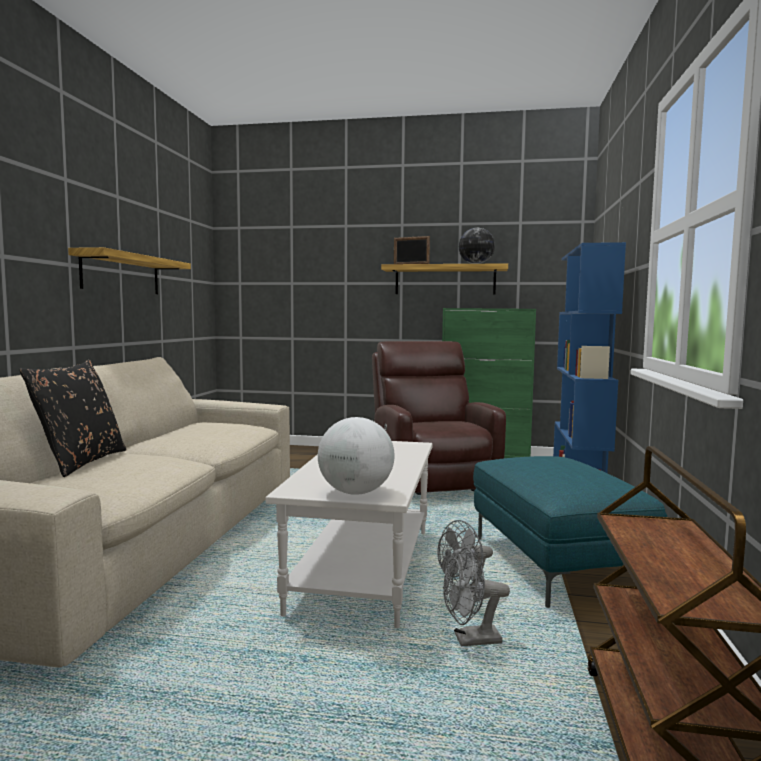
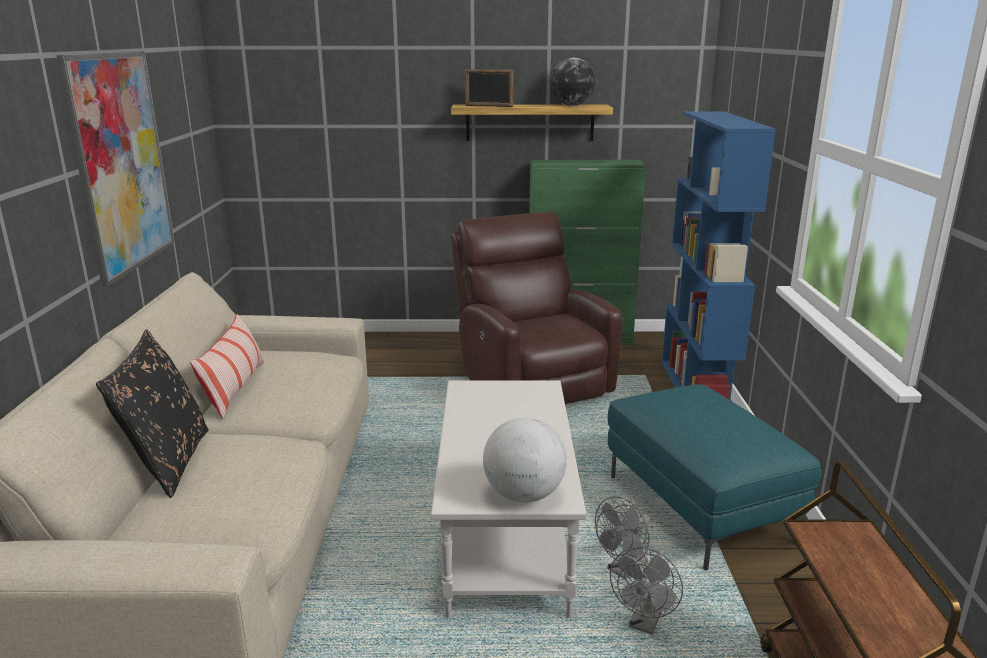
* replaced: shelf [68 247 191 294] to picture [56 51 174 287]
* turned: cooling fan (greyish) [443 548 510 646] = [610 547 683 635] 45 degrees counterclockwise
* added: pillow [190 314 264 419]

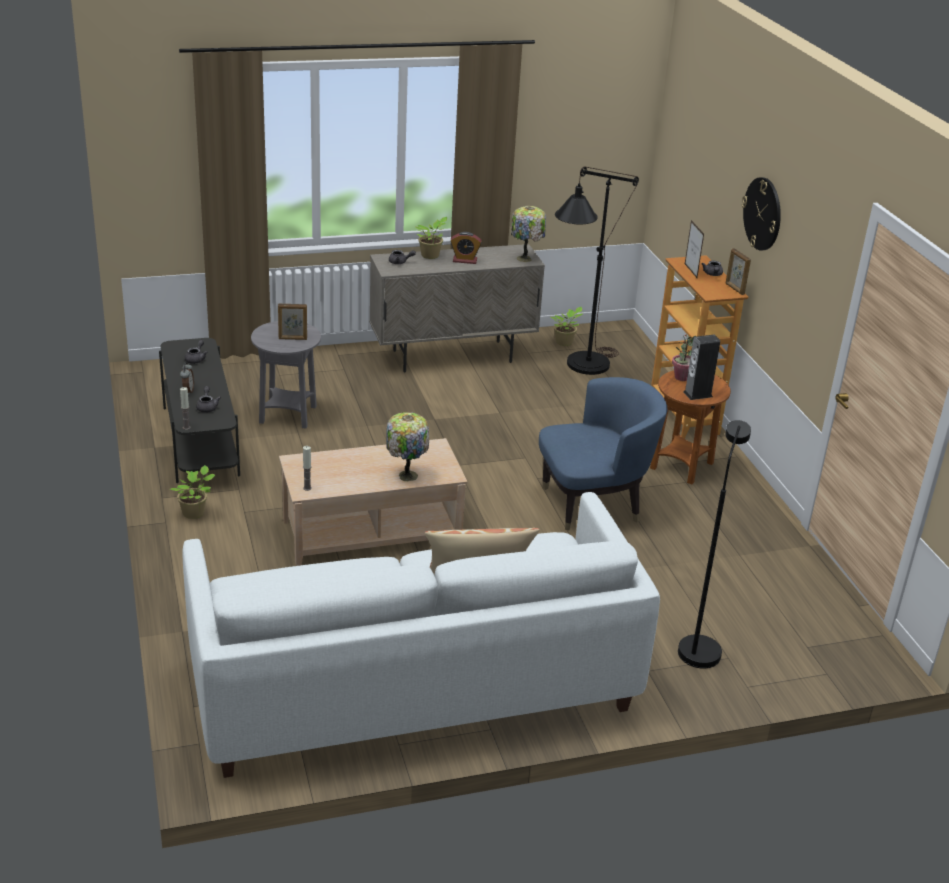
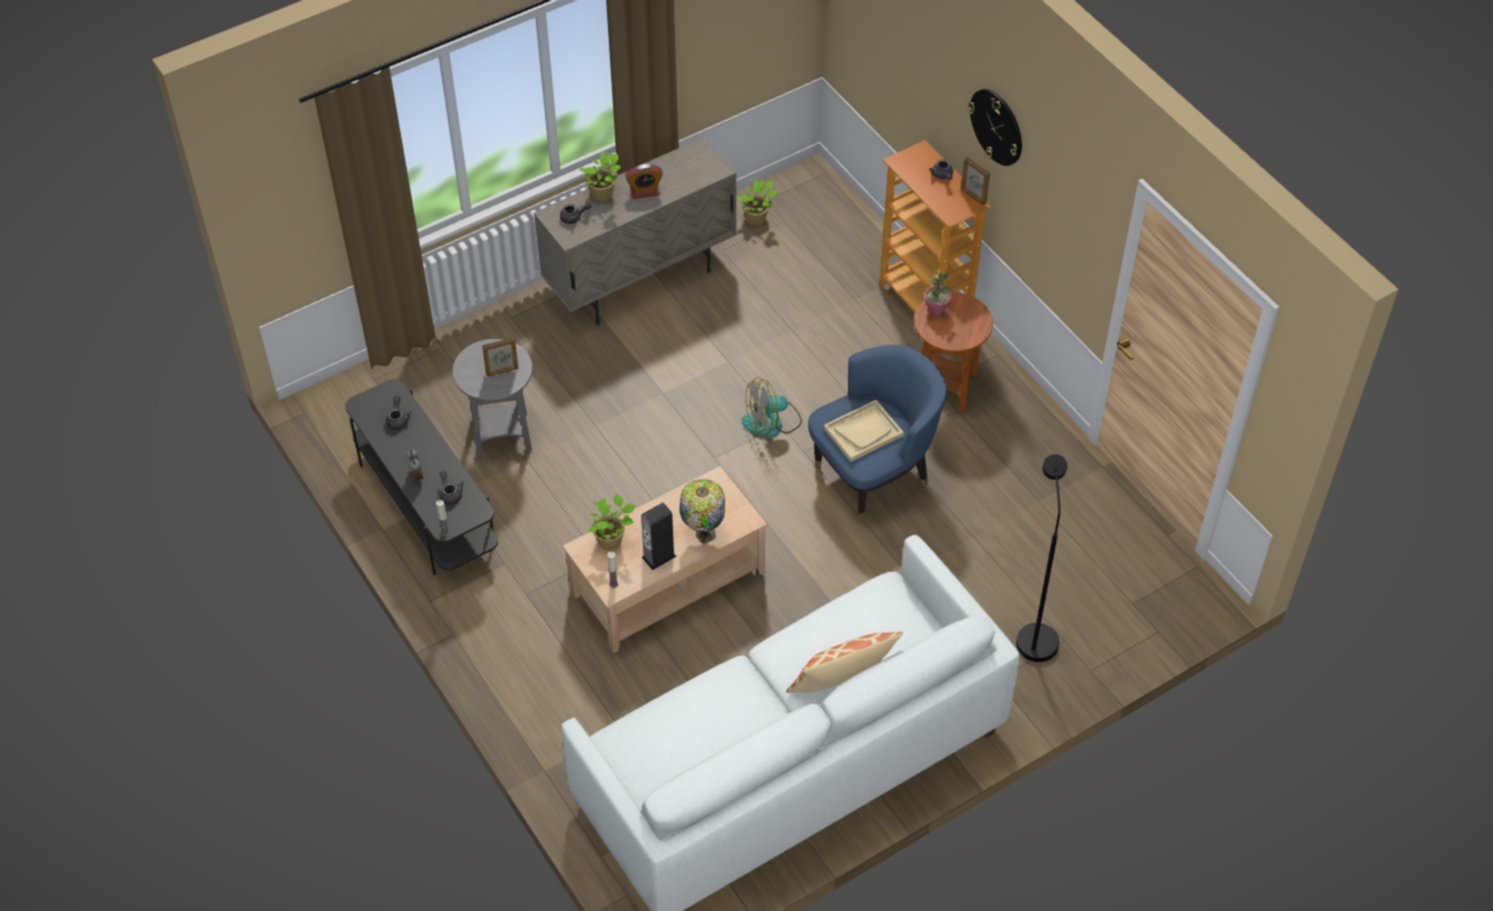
* removed: standing lamp (black-coloured) [555 167 639 375]
* removed: lamp for a table [511 206 546 262]
* removed: standing frame [685 220 704 278]
* moved: speaker [683 335 720 400] to [641 502 677 570]
* moved: houseplant [169 465 215 519] to [588 494 636 550]
* added: cooling fan [742 377 802 438]
* added: serving tray (sand-coloured) [824 400 904 462]

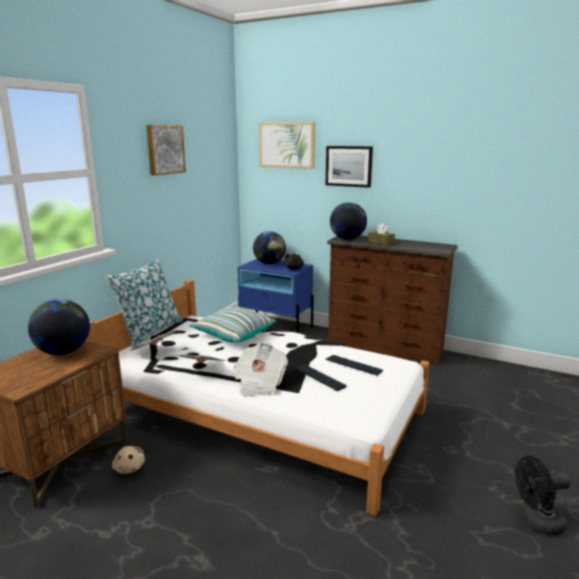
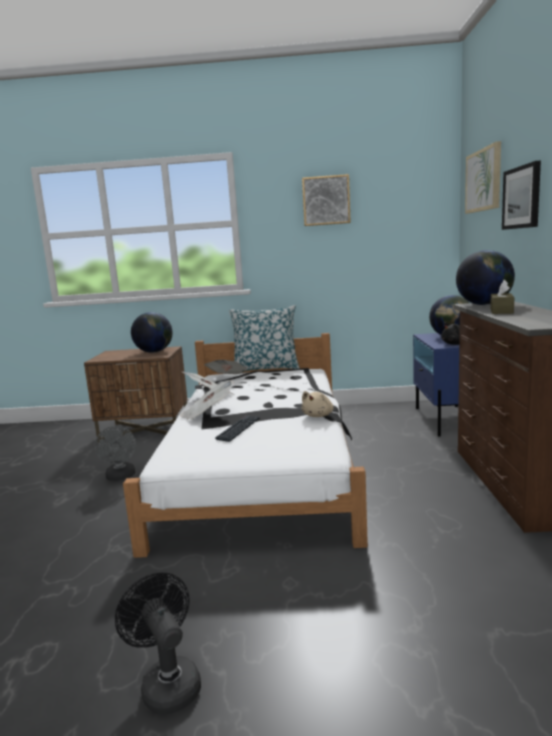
* removed: pillow [189 306 276 343]
* removed: keyboard [326 355 383 375]
* moved: soft toy (sand-coloured) [112 446 145 474] to [302 391 334 417]
* added: cooling fan (greyish) [95 426 136 481]

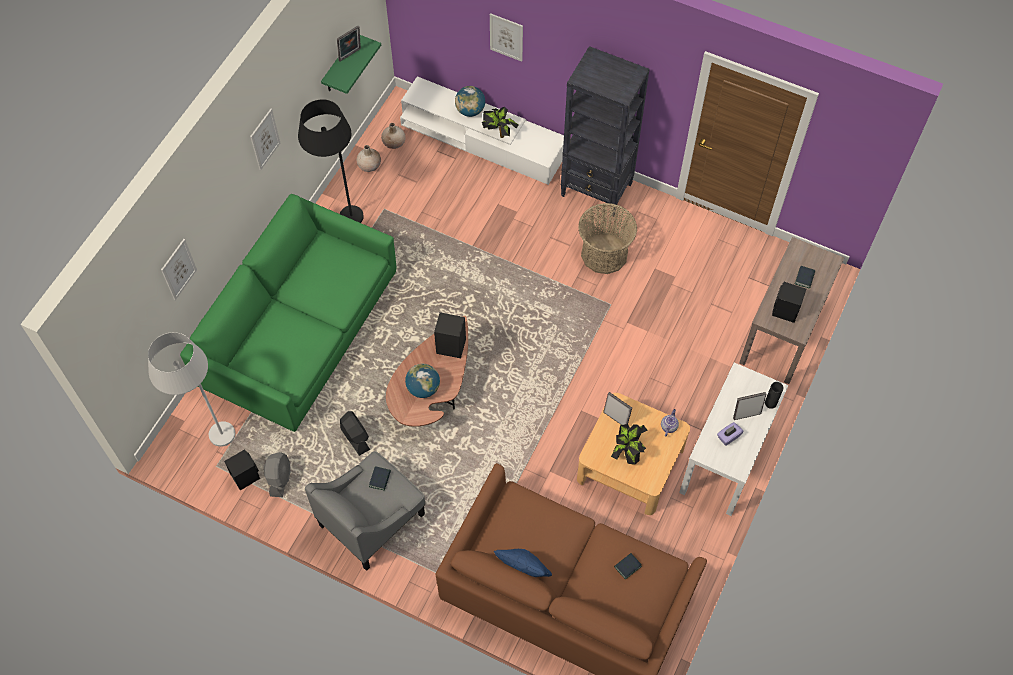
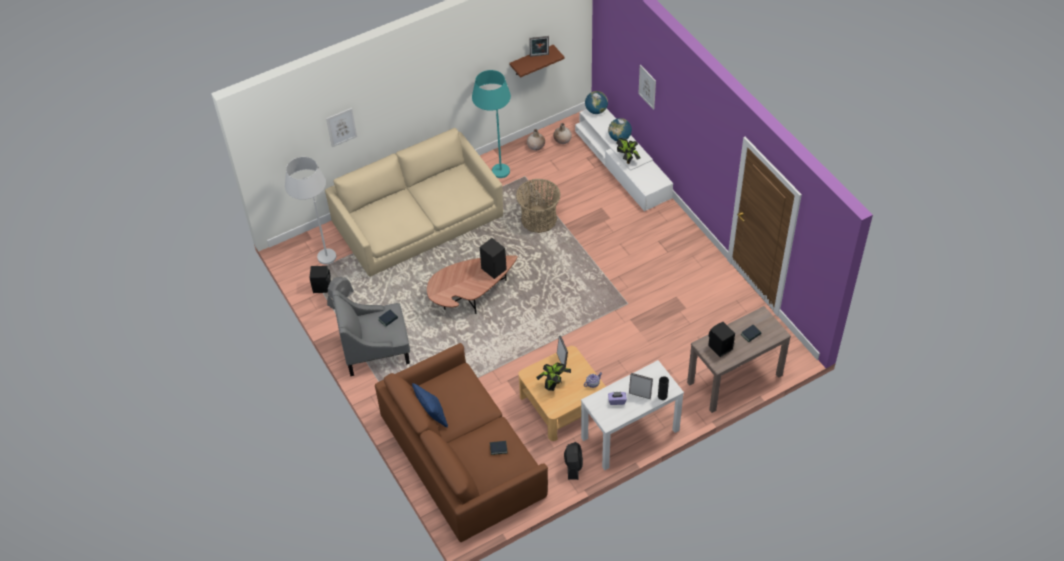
* recoloured: shelf (greenish) [321 35 381 94] to shelf (brown) [509 45 565 78]
* removed: bookshelf (black-coloured) [561 46 650 217]
* recoloured: standing lamp (black-coloured) [298 99 364 223] to standing lamp (turquoise-coloured) [472 70 511 178]
* removed: picture [250 109 280 170]
* recoloured: couch (greenish) [180 194 396 432] to couch (sand-coloured) [325 128 503 277]
* moved: basket [578 203 637 274] to [516 179 561 233]
* moved: world globe [405 364 440 398] to [585 91 608 114]
* moved: cooling fan (black-coloured) [340 411 370 456] to [564 442 583 480]

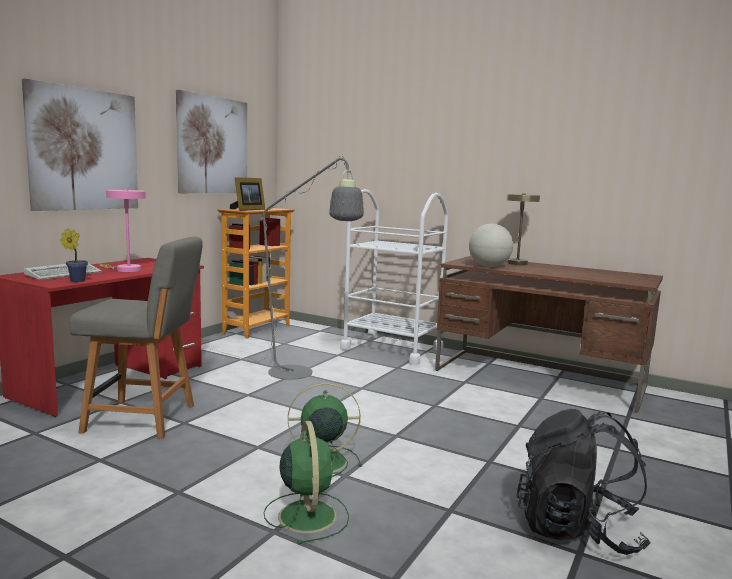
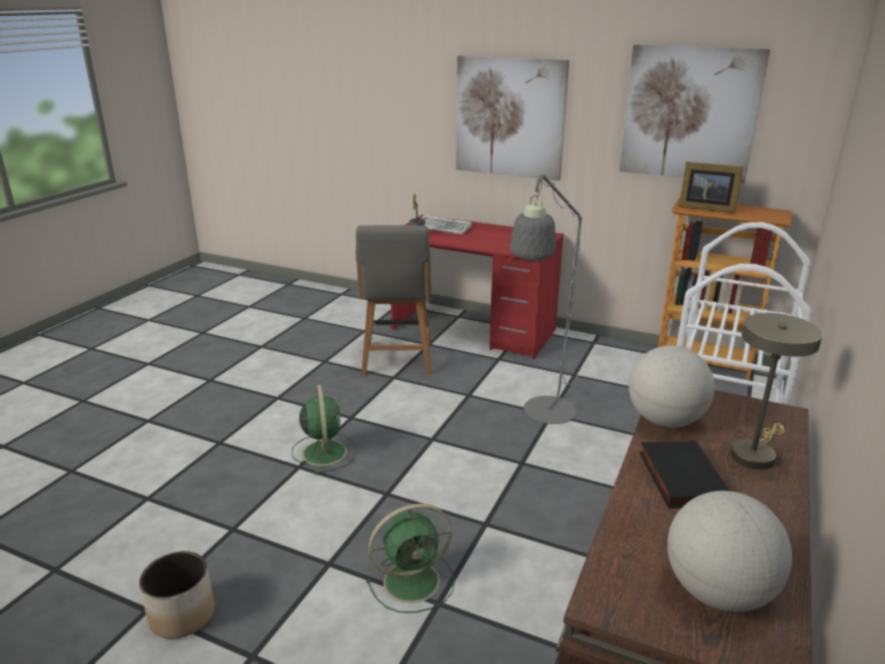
* removed: lamp for a table (pinkish) [99 189 146 272]
* replaced: knapsack (black-coloured) [516 409 651 555] to flower pot [139 551 215 639]
* moved: cooling fan (greenish) [264 421 349 545] to [366 504 455 613]
* added: book (black-coloured) [639 440 730 508]
* added: world globe [667 491 792 612]

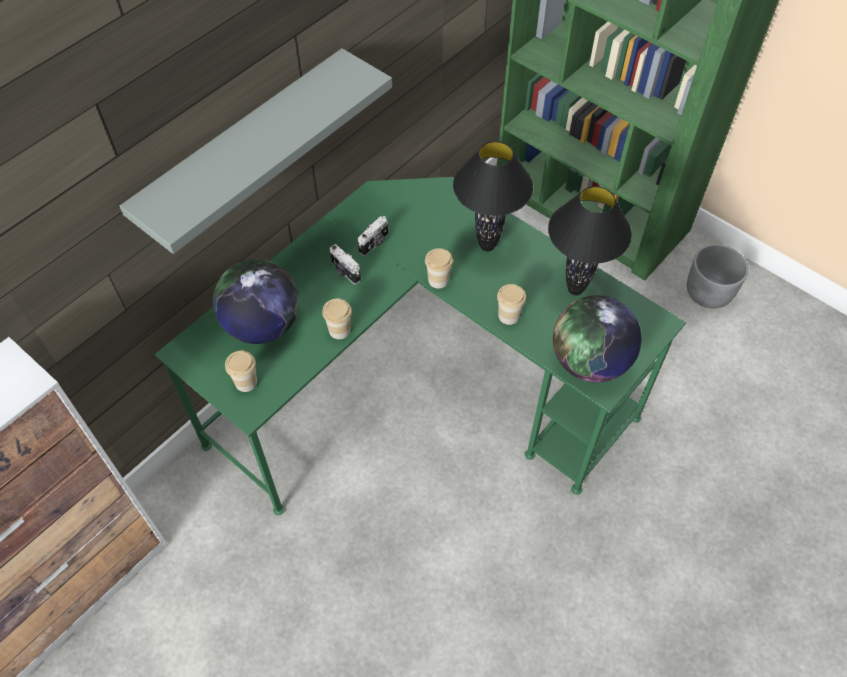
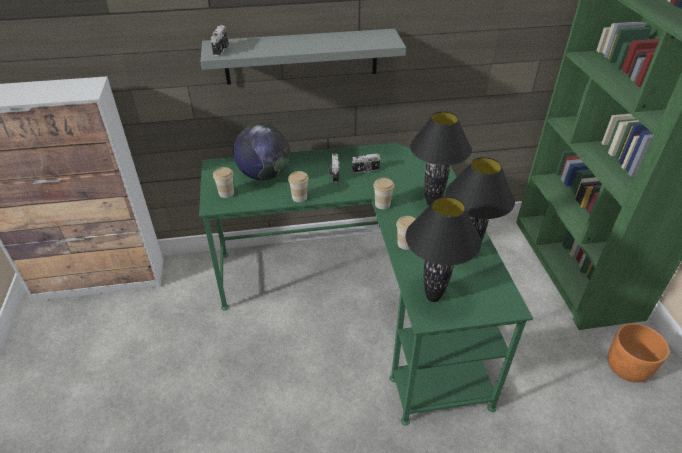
* recoloured: flower pot (greyish) [687 244 749 308] to flower pot (orange-coloured) [607 323 669 383]
* replaced: world globe [553 295 642 382] to lamp for a table (black-coloured) [406 196 481 302]
* added: still camera [211 25 228 57]

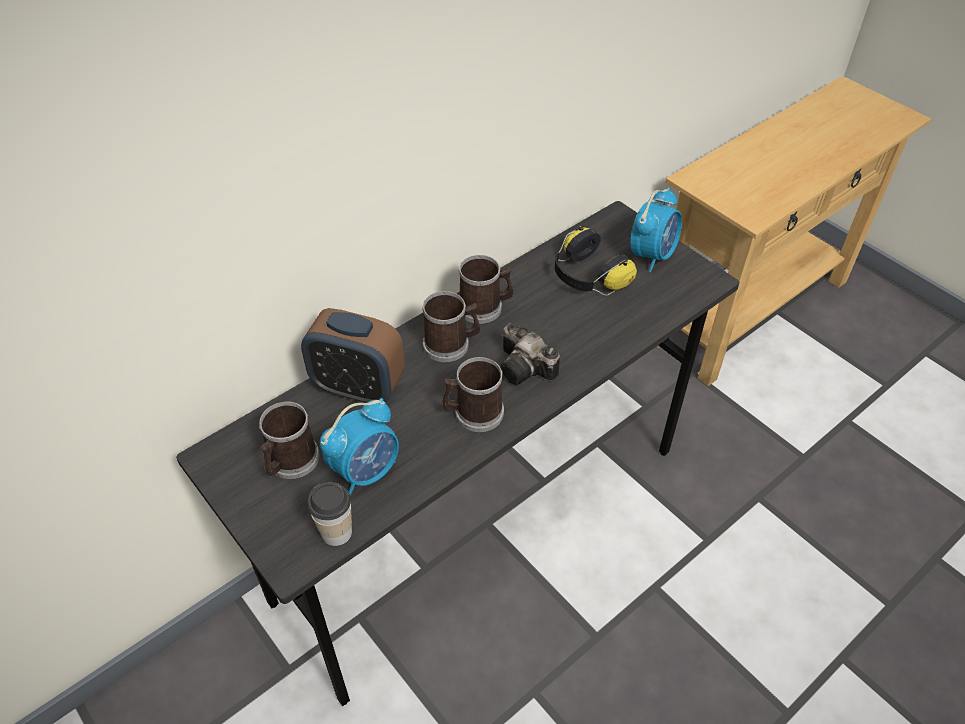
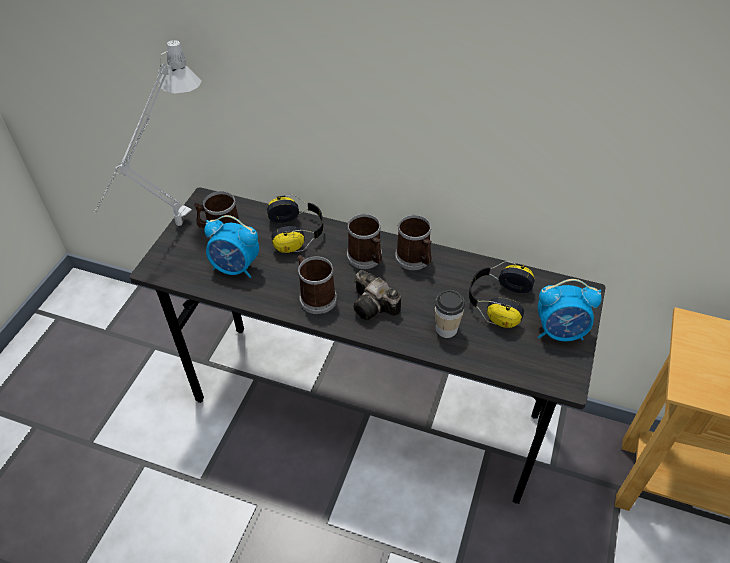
* replaced: bedside clock [301 308 405 403] to headset [267 195 324 254]
* turned: still camera [500 323 560 385] = [353 270 401 320] 60 degrees counterclockwise
* moved: drinking cup [308 482 352 546] to [435 290 465 338]
* added: lamp for a table (greyish) [94 40 202 226]

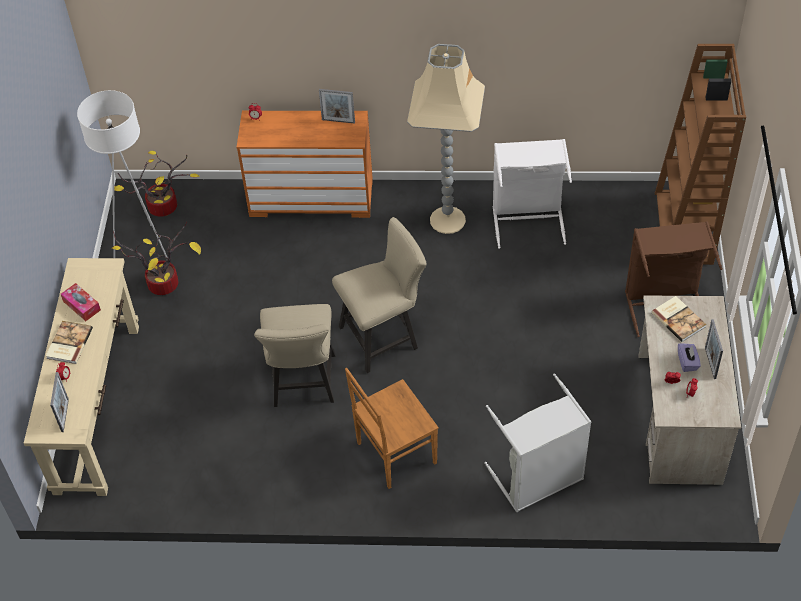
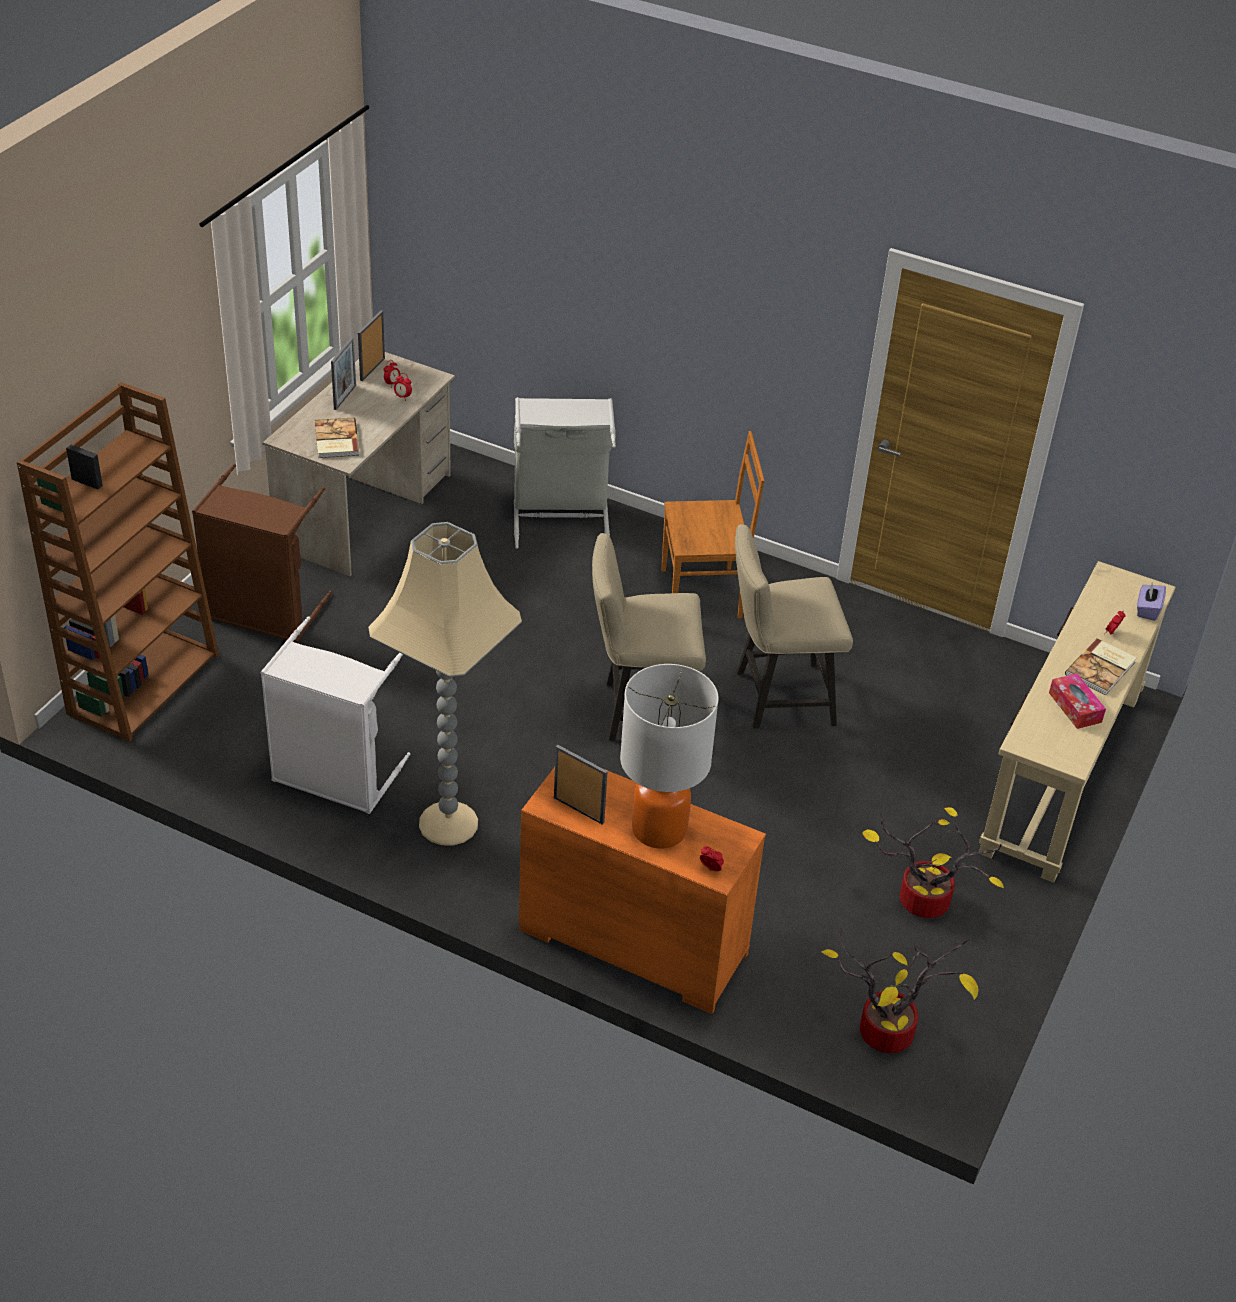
* removed: standing lamp (white-coloured) [77 90 168 258]
* turned: upright chair (sand-coloured) [254 304 335 407] = [735 524 853 729] 120 degrees counterclockwise
* moved: tissue holder (purplish) [678 343 701 372] to [1137 583 1166 621]
* moved: standing frame [50 372 69 432] to [358 311 385 381]
* added: lamp for a table [620 664 719 849]

